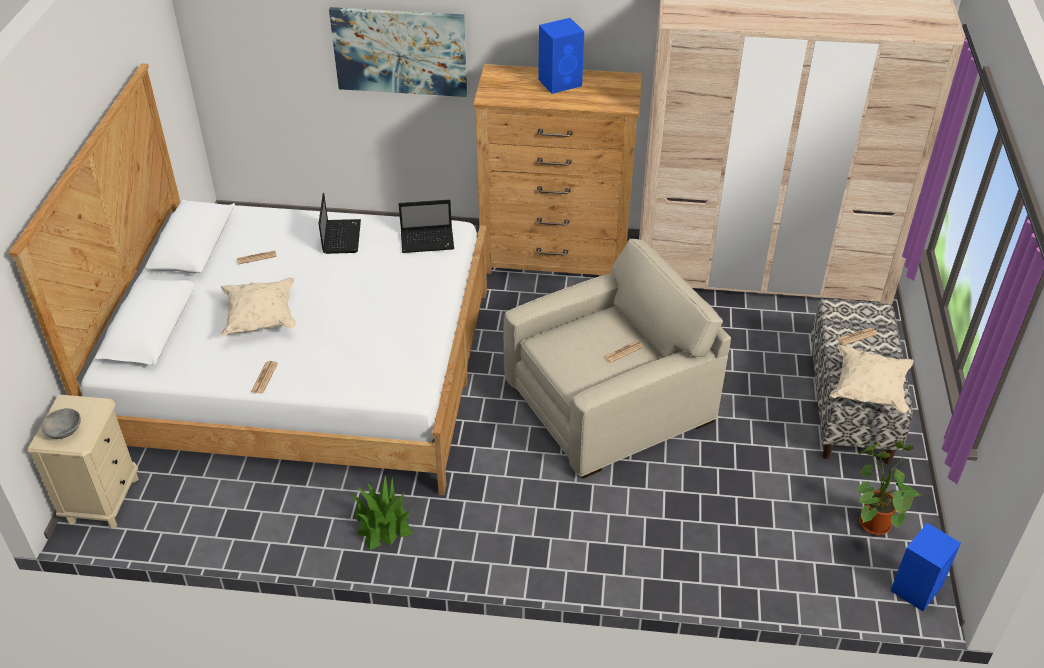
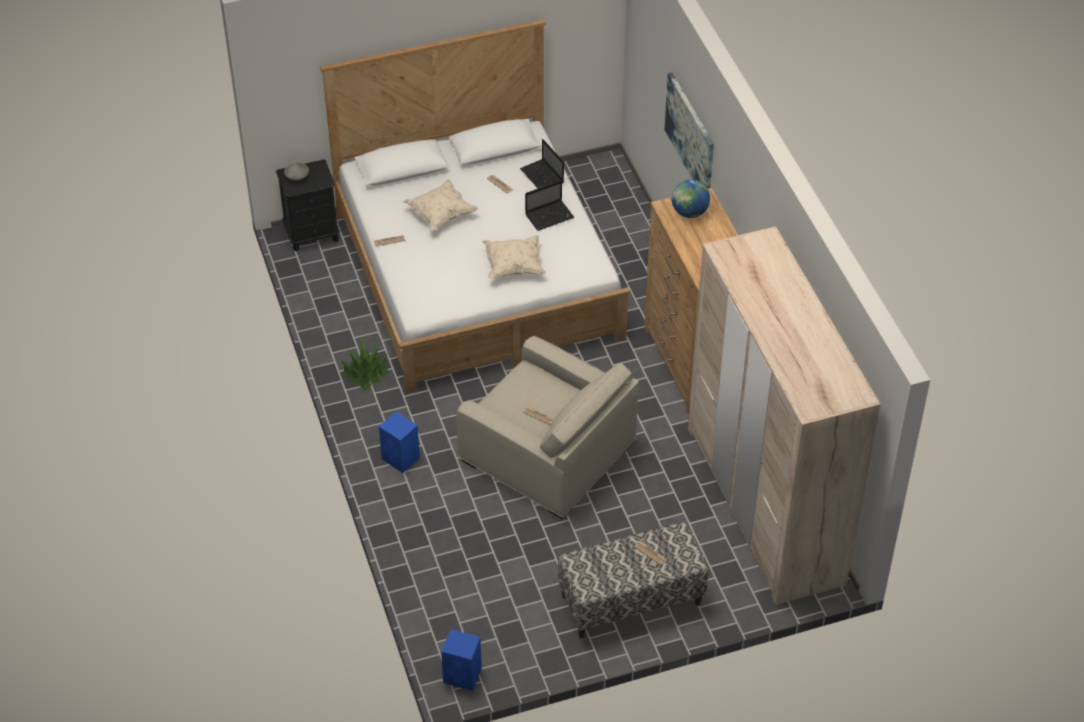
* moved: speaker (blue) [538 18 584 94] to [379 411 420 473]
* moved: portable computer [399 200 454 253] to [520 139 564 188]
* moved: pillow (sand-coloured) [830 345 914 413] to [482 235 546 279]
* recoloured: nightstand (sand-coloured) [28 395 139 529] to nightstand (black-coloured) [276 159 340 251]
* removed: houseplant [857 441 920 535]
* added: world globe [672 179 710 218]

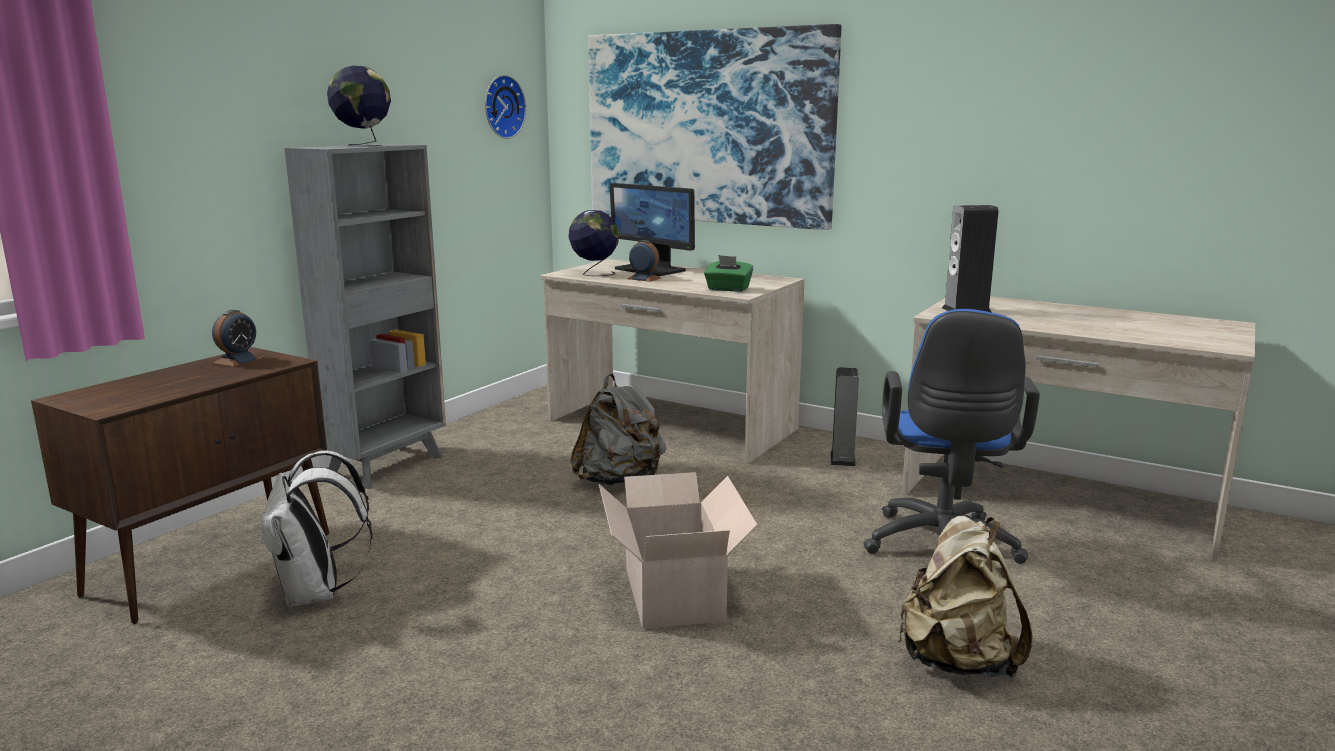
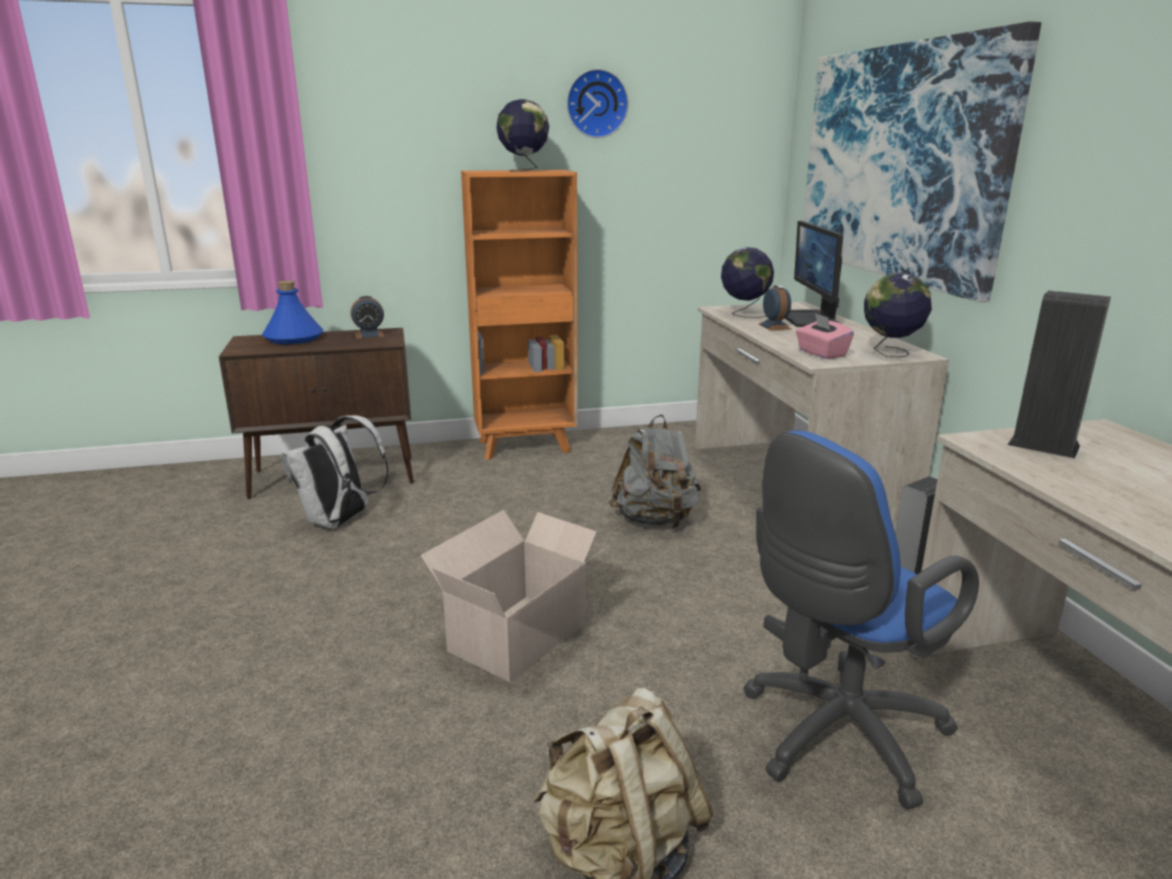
* moved: clock on the wall [485 75 526 139] to [567 69 629 138]
* recoloured: bookshelf (greyish) [284 144 446 489] to bookshelf (orange-coloured) [461 170 578 460]
* recoloured: tissue holder (greenish) [704 255 753 292] to tissue holder (pinkish) [796 313 854 359]
* added: world globe [864 273 932 357]
* added: beverage bottle (blue) [262 280 323 344]

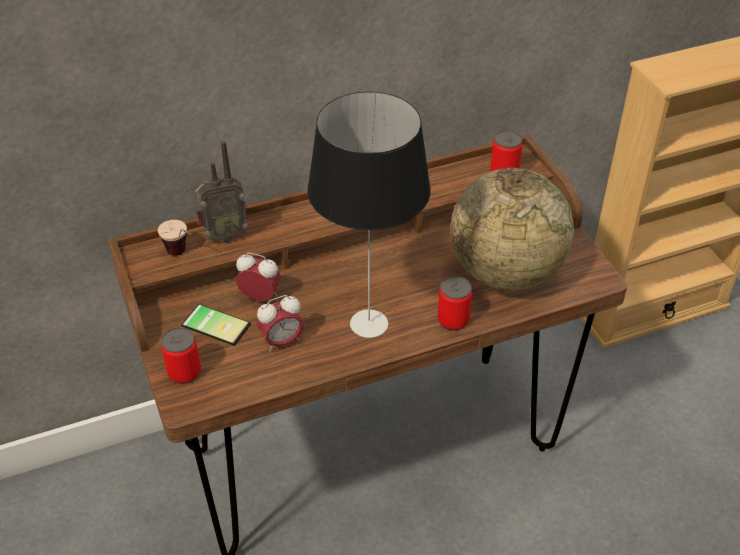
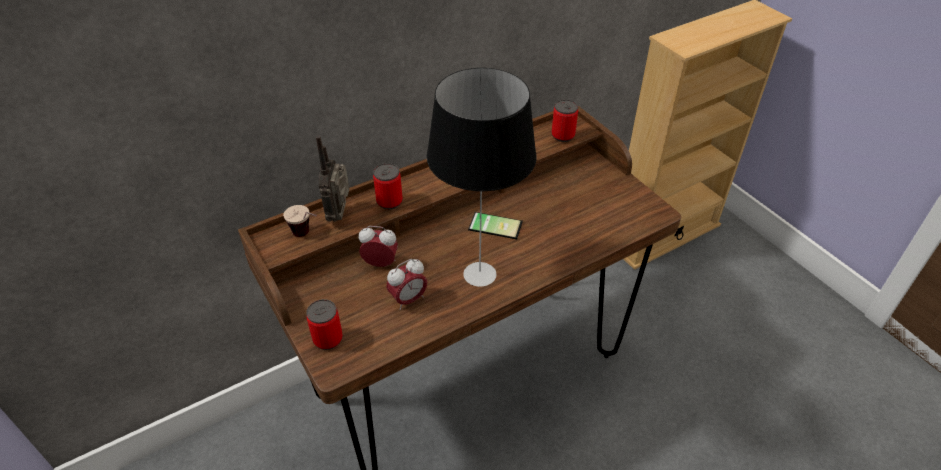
* turned: radio set [195 141 248 243] = [316 136 349 221] 120 degrees clockwise
* removed: world globe [450 168 574 290]
* moved: metal can [438 276 472 331] to [373 163 403 210]
* moved: phone [181 304 251 346] to [468 212 523 239]

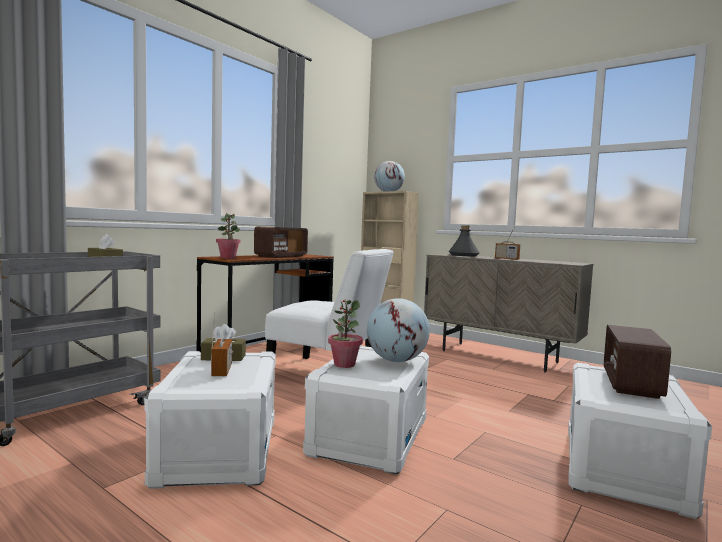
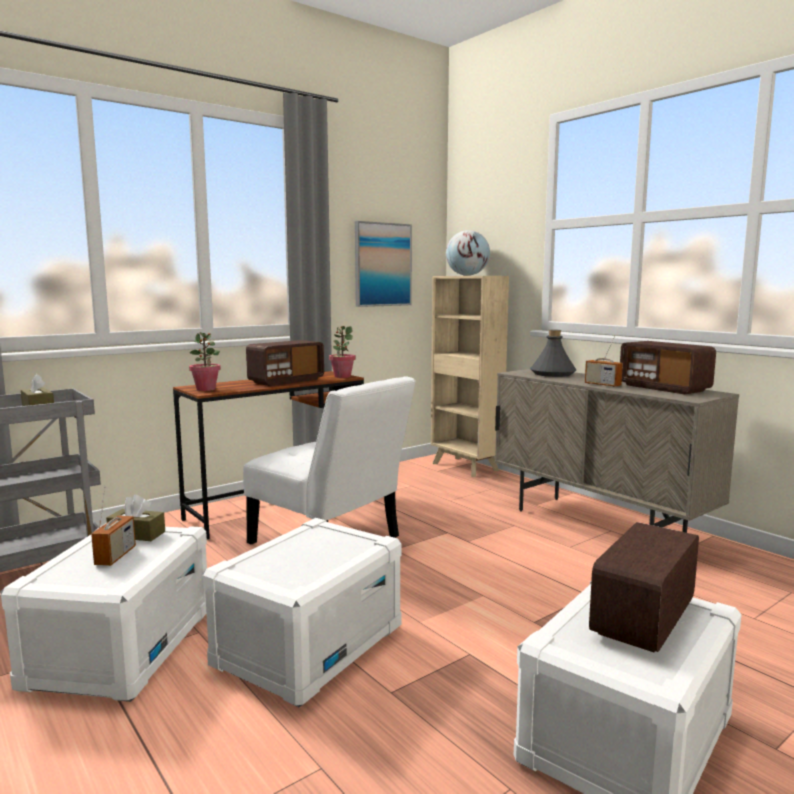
* removed: world globe [367 298 430 362]
* moved: houseplant [328 299 363 368] to [329 326 356 378]
* added: picture [355 221 412 307]
* added: radio set [620 341 716 395]

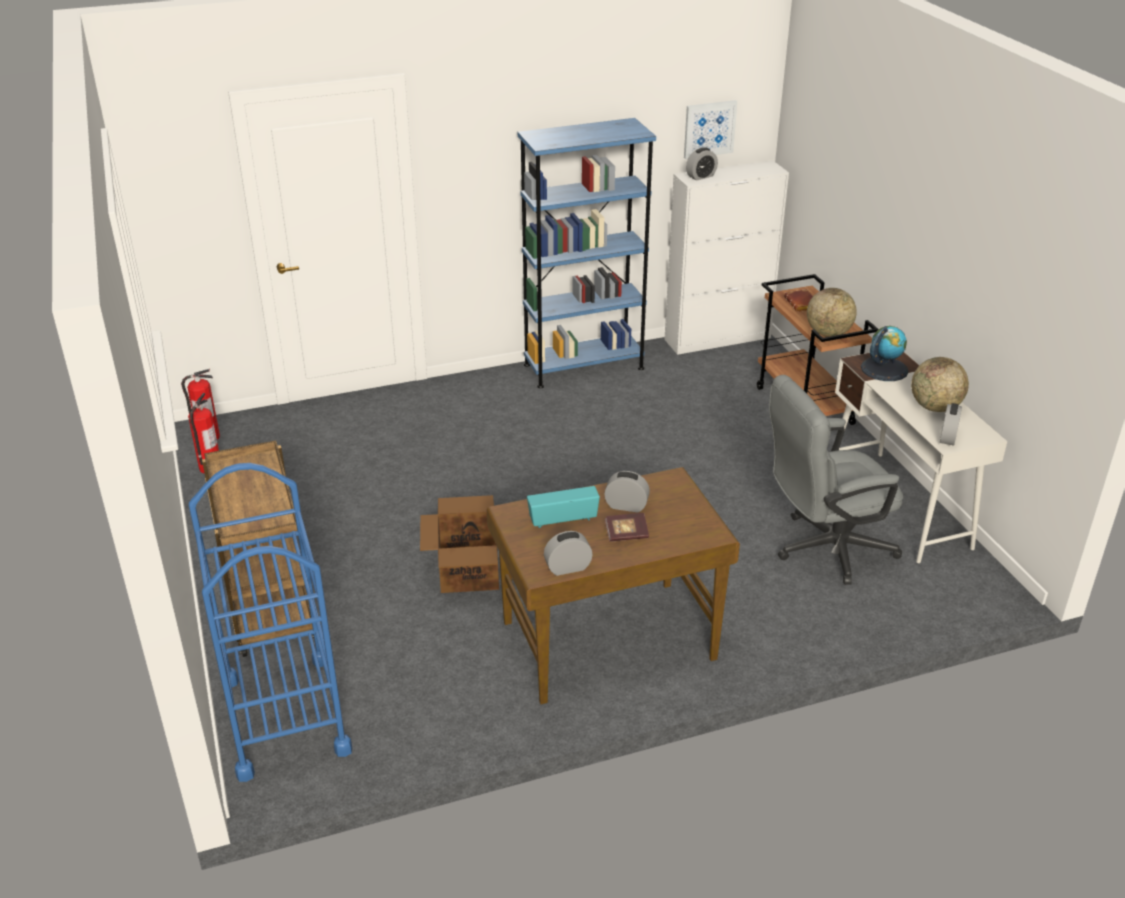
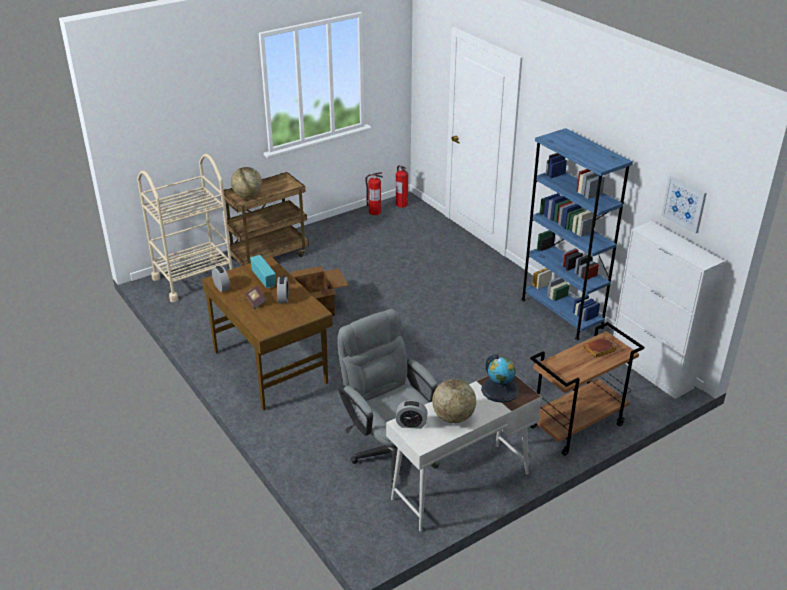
* removed: bedside clock [686 147 718 180]
* moved: world globe [807 288 857 337] to [231 167 262 198]
* recoloured: trolley (blue) [189 463 352 782] to trolley (sand-coloured) [137 154 233 302]

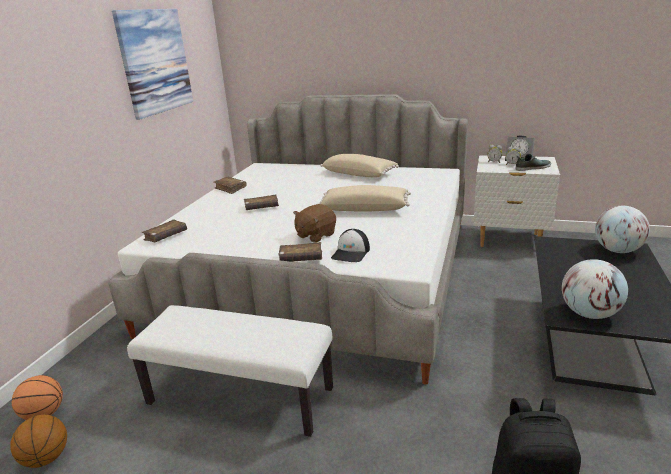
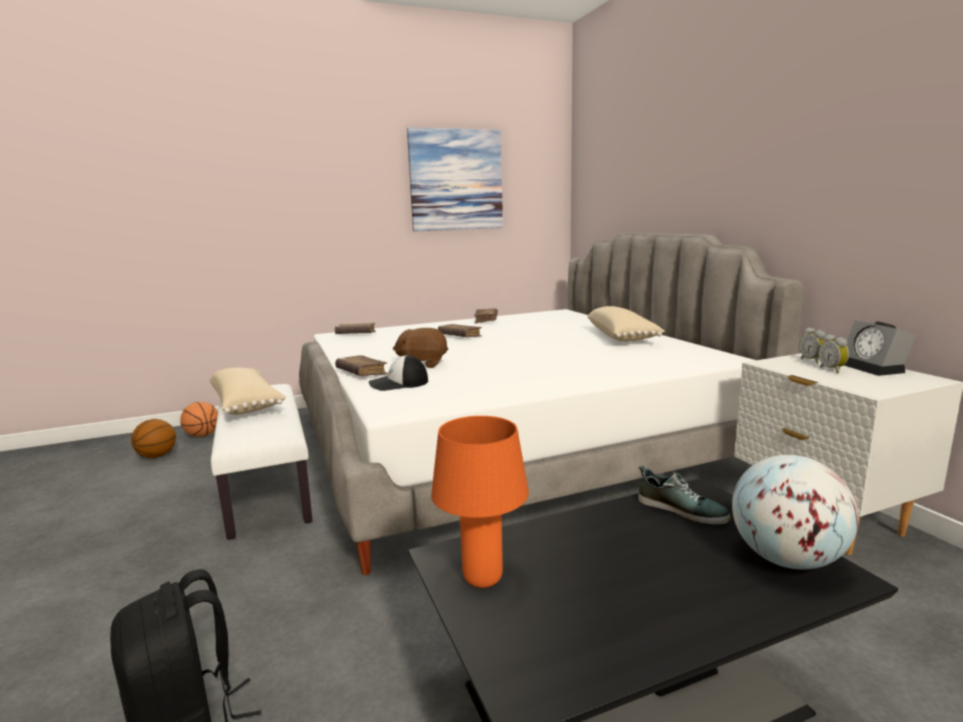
* moved: shoe [515 154 551 171] to [638 465 730 525]
* moved: pillow (sand-coloured) [318 185 411 212] to [209 368 286 415]
* replaced: world globe [562 259 628 319] to lamp for a table (orange-coloured) [431 416 529 588]

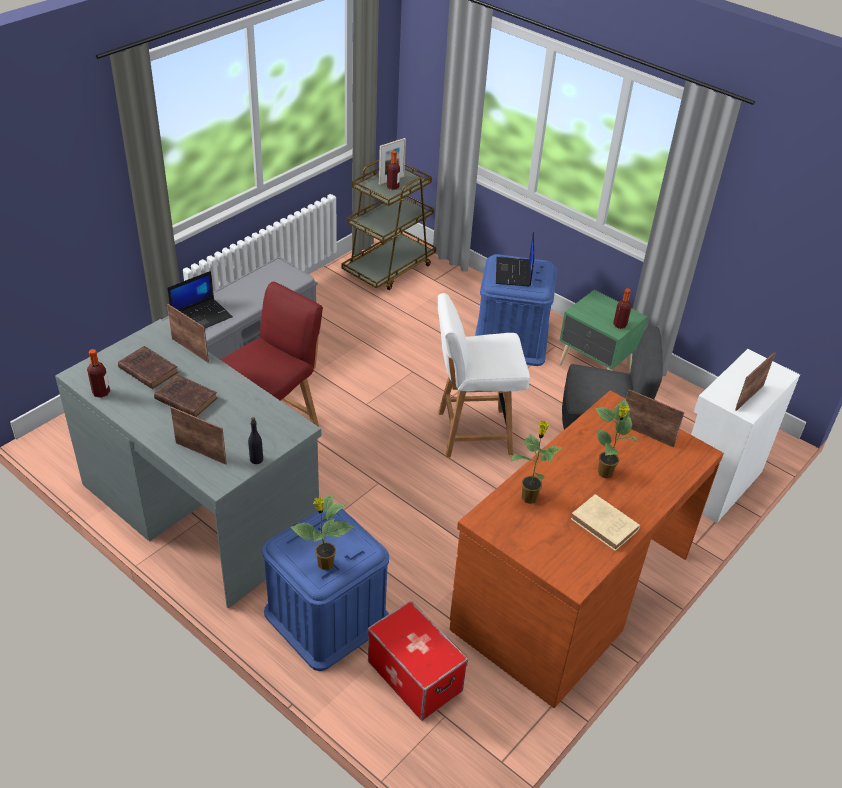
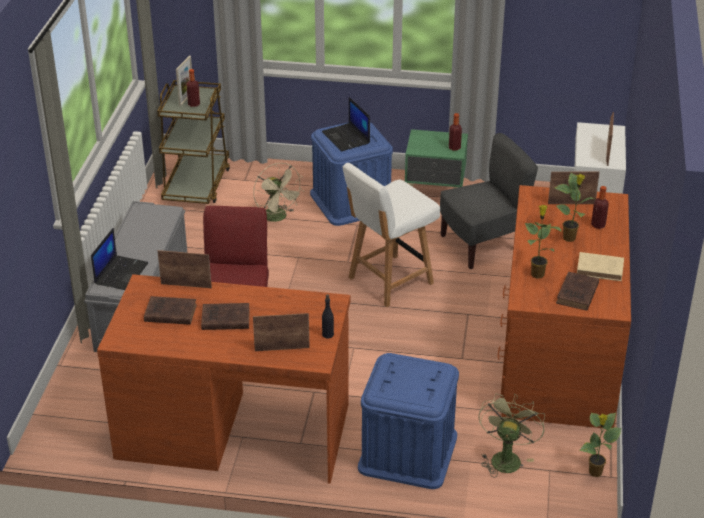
* recoloured: desk unit (greyish) [55 319 321 608] to desk unit (brown) [97 274 350 484]
* moved: beverage bottle [87 349 110 398] to [591 186 609 229]
* moved: houseplant [290 494 354 570] to [579 413 621 477]
* replaced: storage bin [368 600 468 721] to cooling fan (greenish) [478 394 545 478]
* added: cooling fan (sand-coloured) [253 163 304 222]
* added: book (brown) [556 272 599 311]

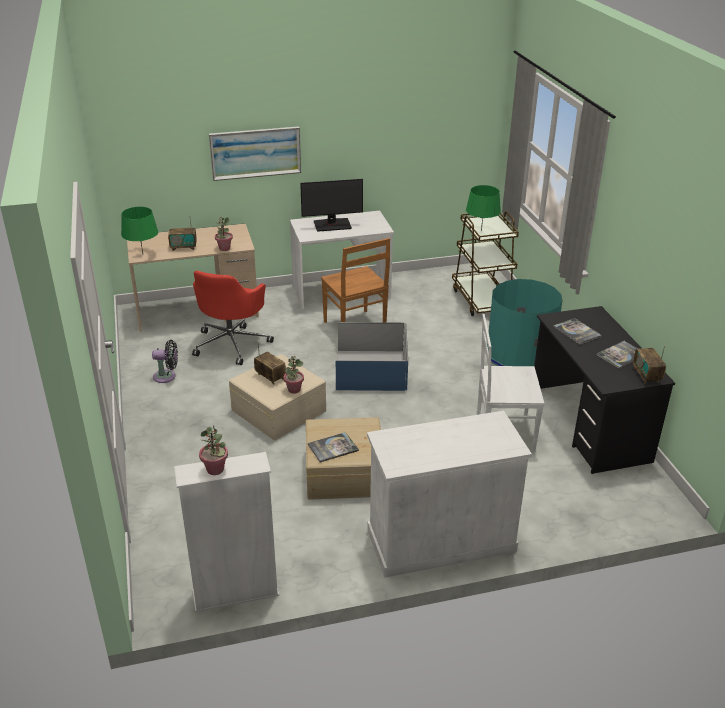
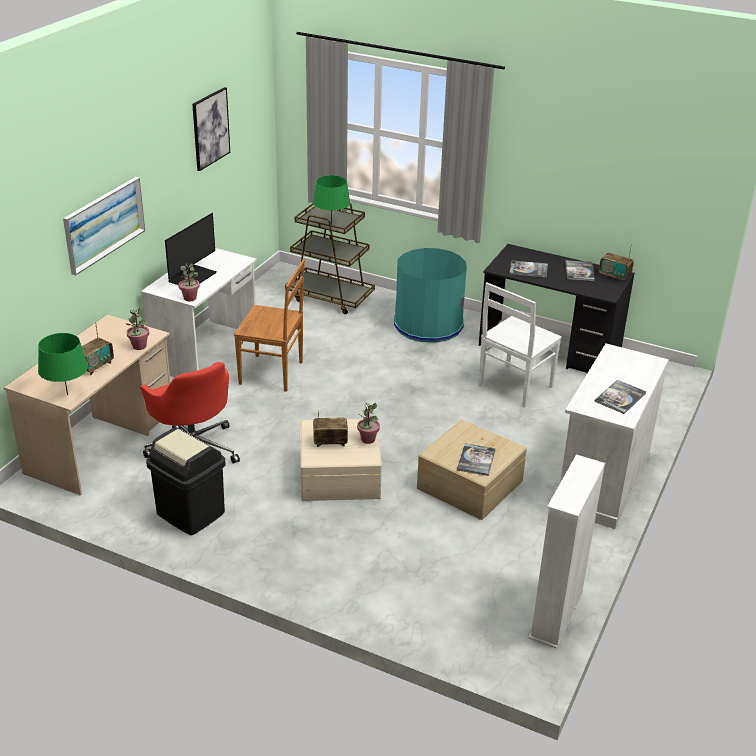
* removed: storage bin (blue) [335 322 408 391]
* replaced: cooling fan (black-coloured) [152 340 178 383] to rubbish bin (black-coloured) [146 427 226 535]
* moved: houseplant [199 425 228 475] to [178 263 200 301]
* added: picture [192 87 230 171]
* added: book [594 380 646 414]

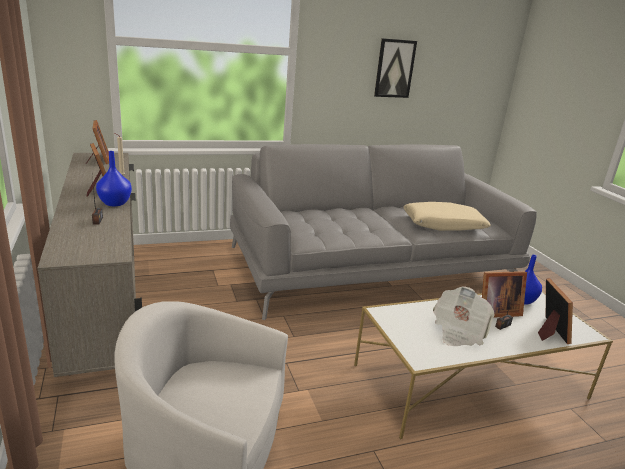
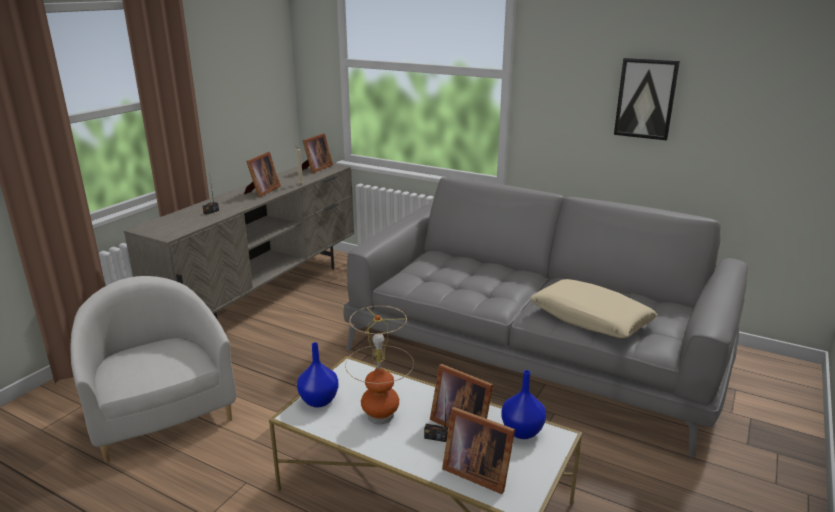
* moved: flower vase (blue) [96 151 132 206] to [297 342 338 408]
* turned: standing frame [538 278 573 344] = [442 407 515 494] 75 degrees clockwise
* replaced: daily paper [433 286 495 346] to lamp for a table [345 306 414 425]

